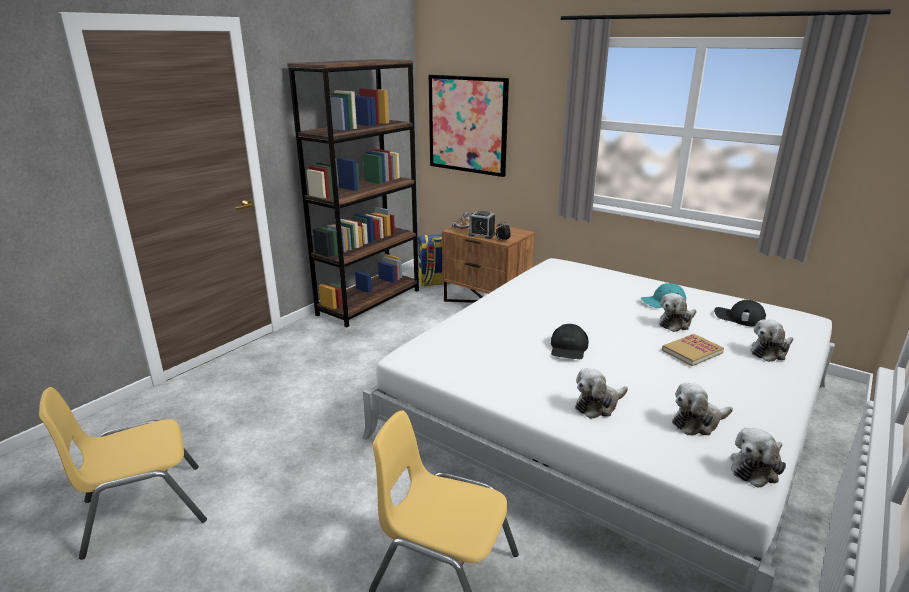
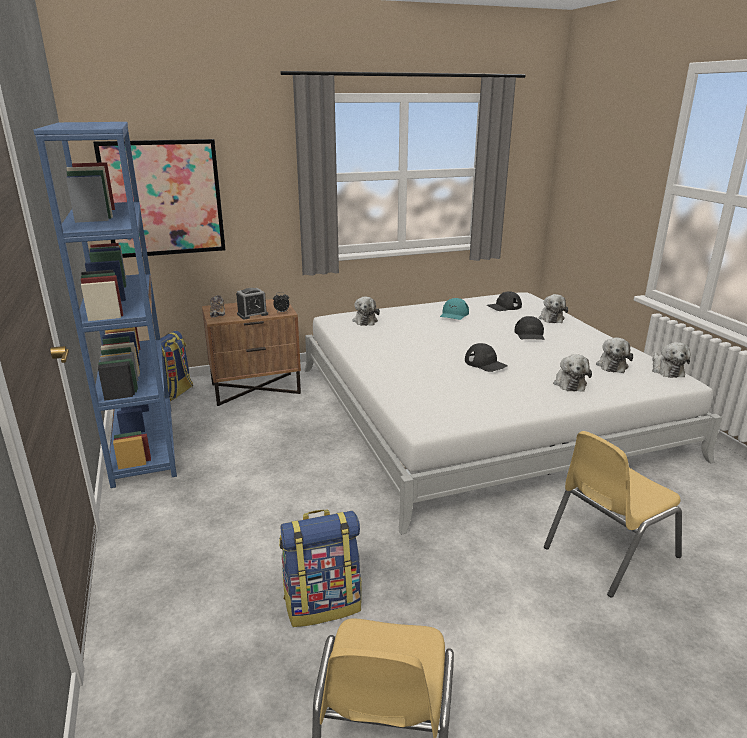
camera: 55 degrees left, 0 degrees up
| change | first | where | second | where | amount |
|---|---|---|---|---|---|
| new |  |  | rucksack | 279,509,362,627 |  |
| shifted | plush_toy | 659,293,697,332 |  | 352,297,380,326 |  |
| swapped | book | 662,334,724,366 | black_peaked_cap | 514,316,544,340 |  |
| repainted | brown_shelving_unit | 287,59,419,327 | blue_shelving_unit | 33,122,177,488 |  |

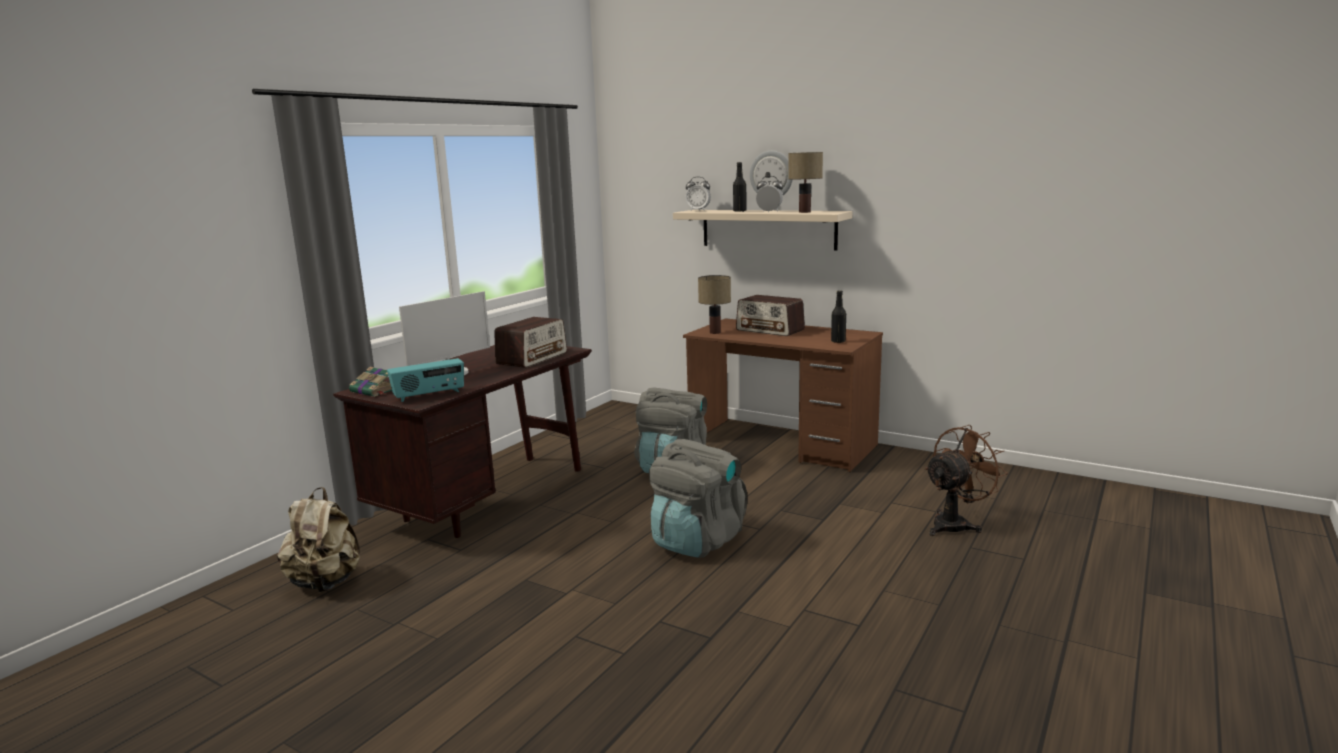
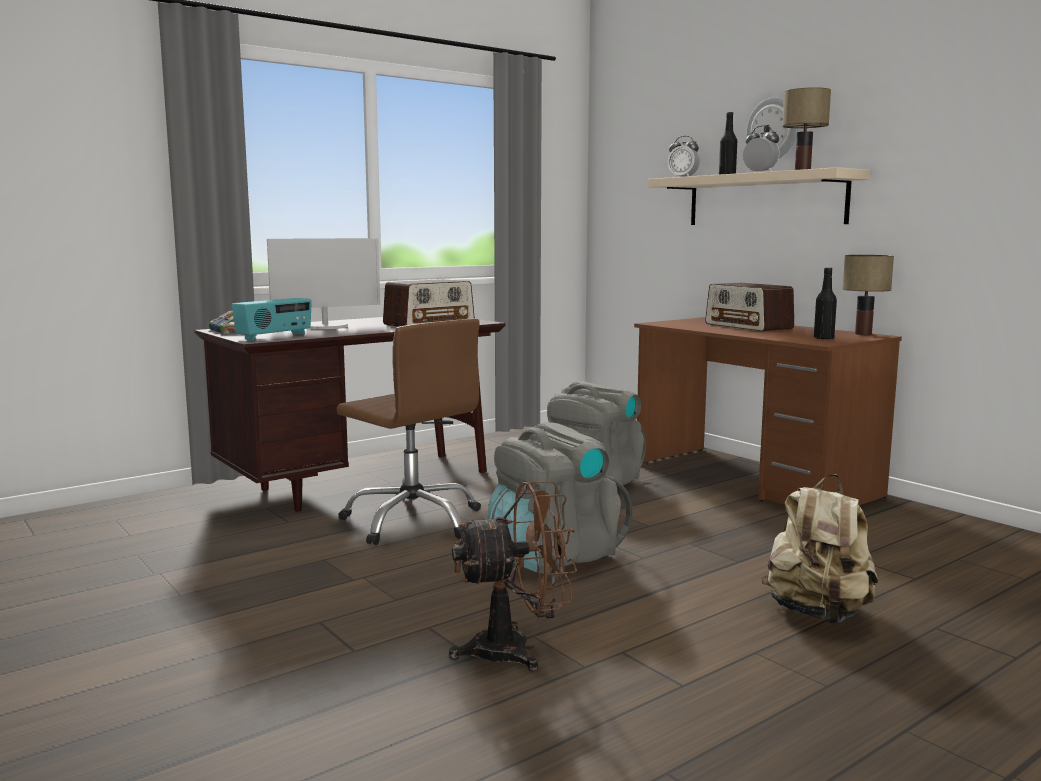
camera: 20 degrees right, 5 degrees down
| change | first | where | second | where | amount |
|---|---|---|---|---|---|
| new |  |  | brown_office_chair | 336,319,481,545 |  |
| shifted | sand-coloured_rucksack | 277,487,360,592 |  | 761,474,878,624 |  |
| shifted | table_lamp | 698,275,731,334 |  | 843,255,894,335 |  |
| shifted | brown_fan | 925,425,1008,536 |  | 449,481,577,671 |  |
| rotated | radio | 387,358,464,402 |  | 232,298,312,341 | 45 degrees counterclockwise |

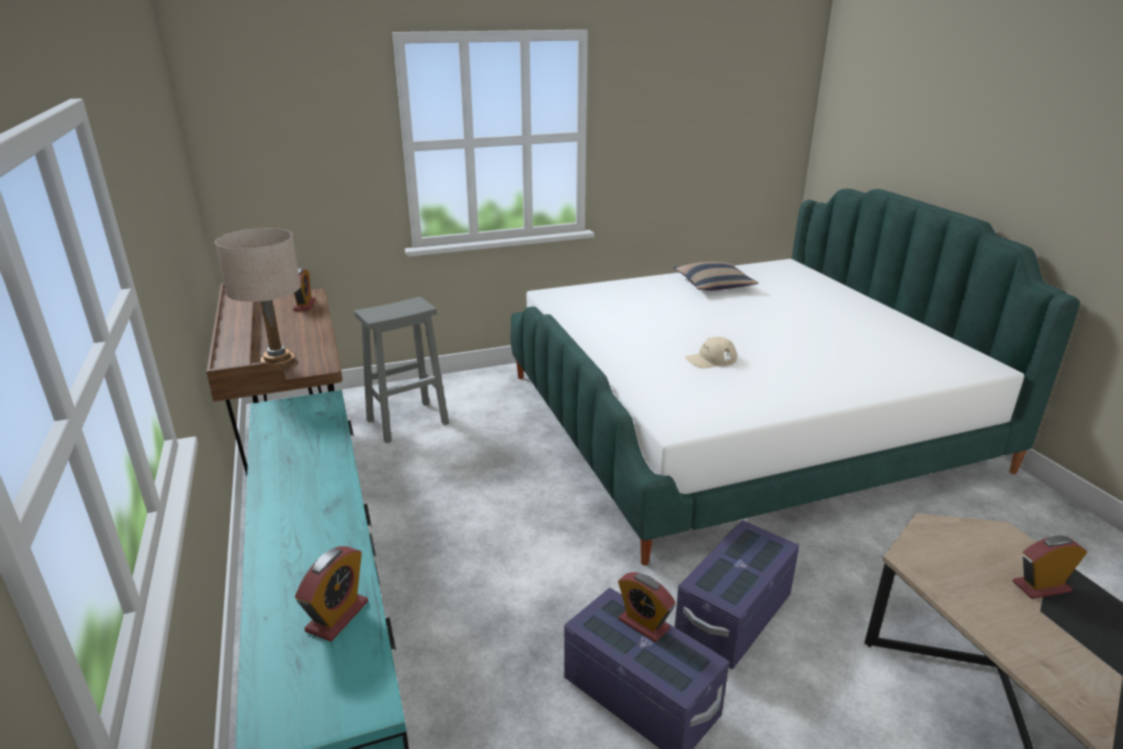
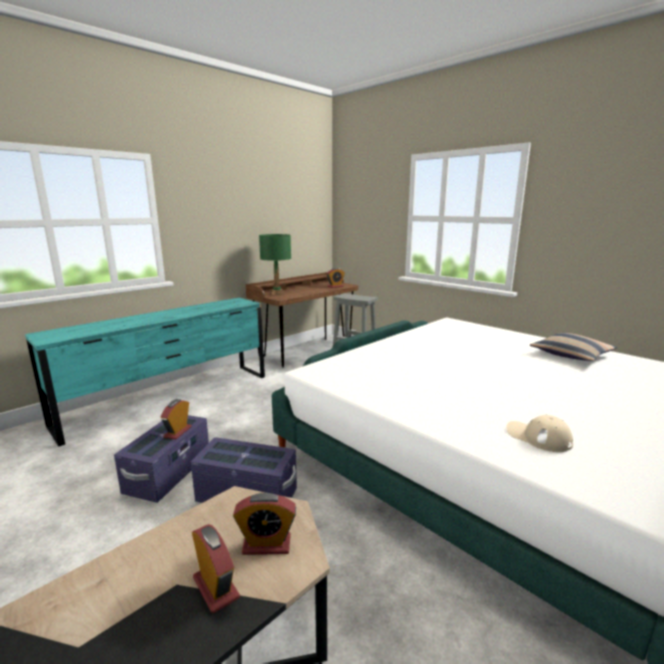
camera: 65 degrees right, 10 degrees down
| change | first | where | second | where | amount |
|---|---|---|---|---|---|
| shifted | bedside_clock | 295,546,368,641 |  | 233,493,296,555 |  |
| shifted | sand-coloured_peaked_cap | 685,337,737,368 |  | 506,415,573,452 |  |
| repainted | sand-coloured_table_lamp | 215,228,301,368 | green_table_lamp | 259,234,291,295 |  |

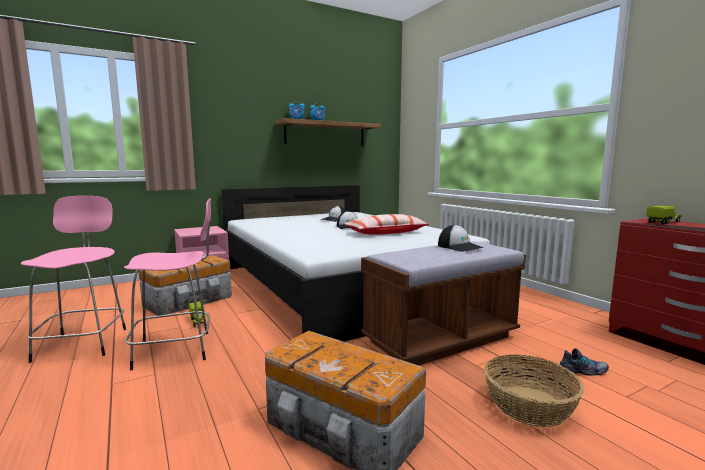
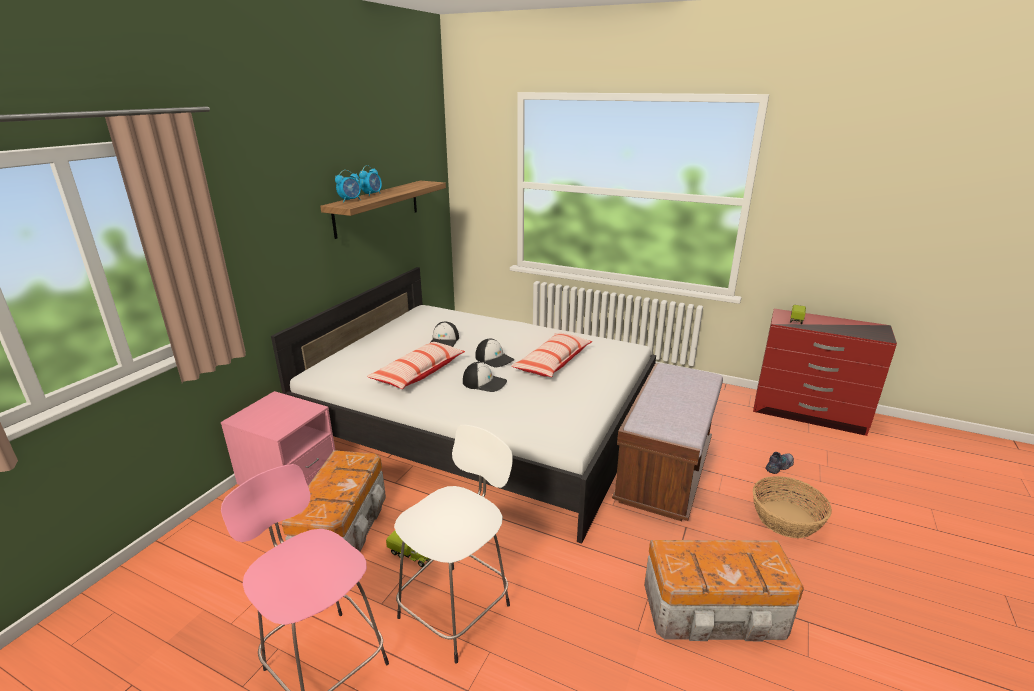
camera: 35 degrees left, 15 degrees up
| change | first | where | second | where | amount |
|---|---|---|---|---|---|
| new |  |  | throw_pillow | 367,342,465,389 |  |
| shifted | peaked_cap | 438,225,483,252 |  | 463,362,507,392 |  |
| repainted | pink-coloured_stool | 124,198,211,370 | white-coloured_stool | 394,425,513,663 |  |

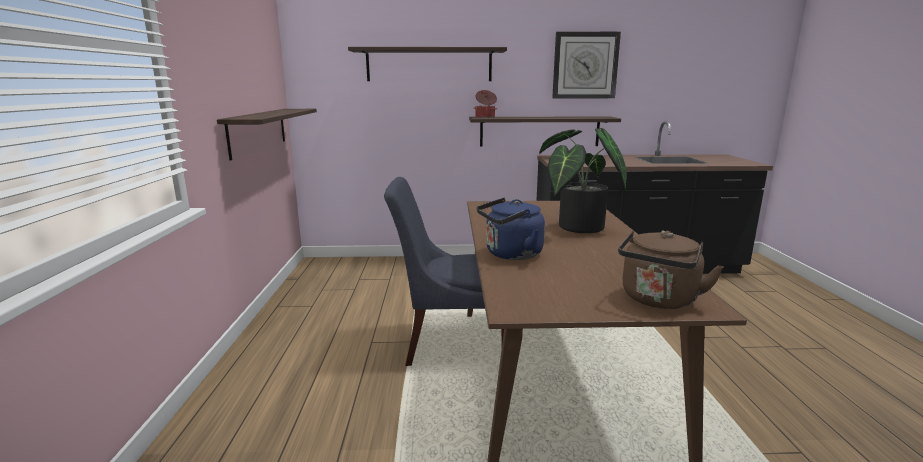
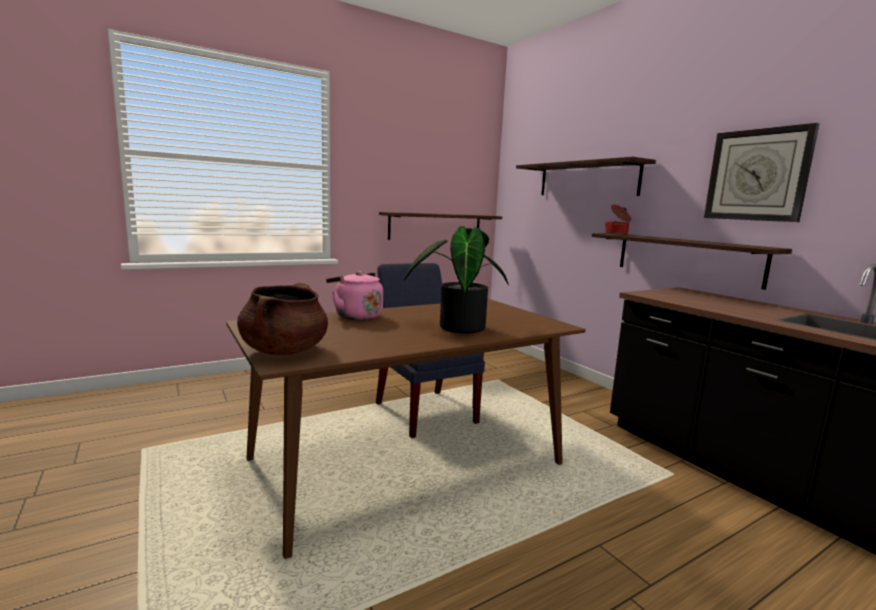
camera: 60 degrees right, 5 degrees down
| change | first | where | second | where | amount |
|---|---|---|---|---|---|
| swapped | brown_water_kettle | 618,230,724,309 | brown_stockpot | 237,283,328,355 |  |
| repainted | blue_water_kettle | 476,198,545,260 | pink-coloured_water_kettle | 326,271,383,320 |  |

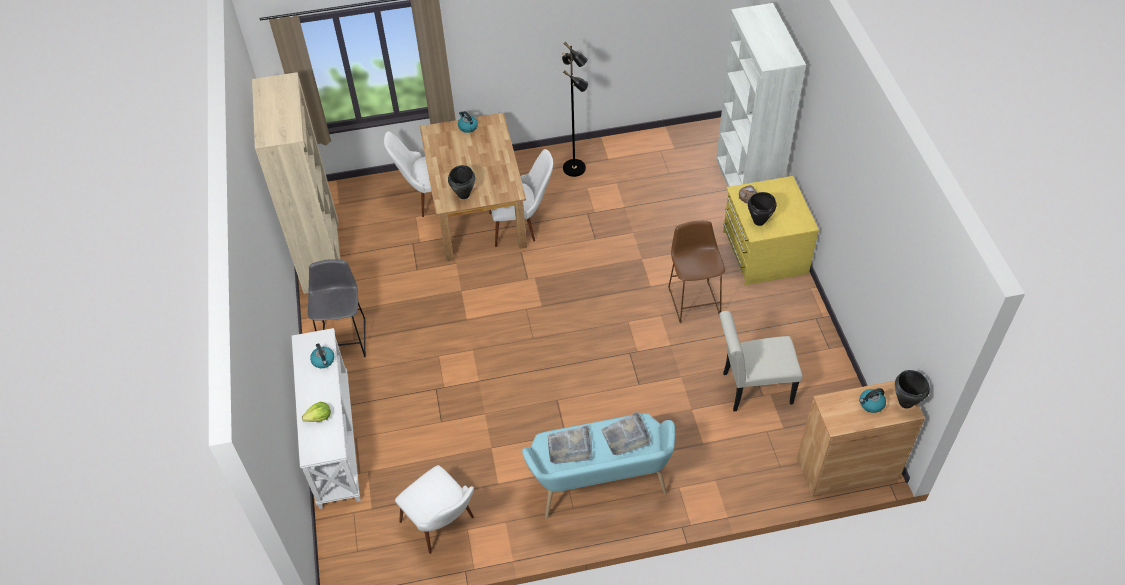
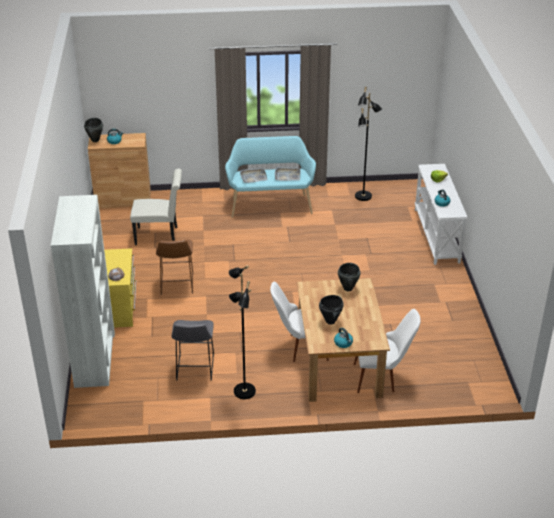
camera: 175 degrees left, 15 degrees down
| change | first | where | second | where | amount |
|---|---|---|---|---|---|
| gone | sand-coloured_shelving_unit | 252,72,341,294 |  |  |  |
| shifted | greyish_stool | 308,259,366,357 |  | 172,320,214,381 |  |
| shifted | black_stockpot | 748,192,776,226 |  | 319,295,344,325 |  |
| swapped | white-coloured_chair | 395,465,474,554 | black_floor_lamp | 355,87,382,201 |  |

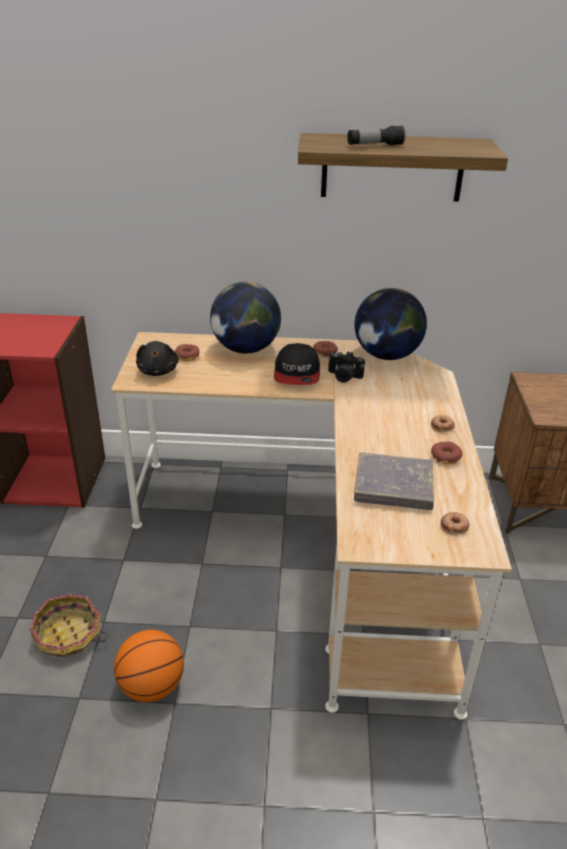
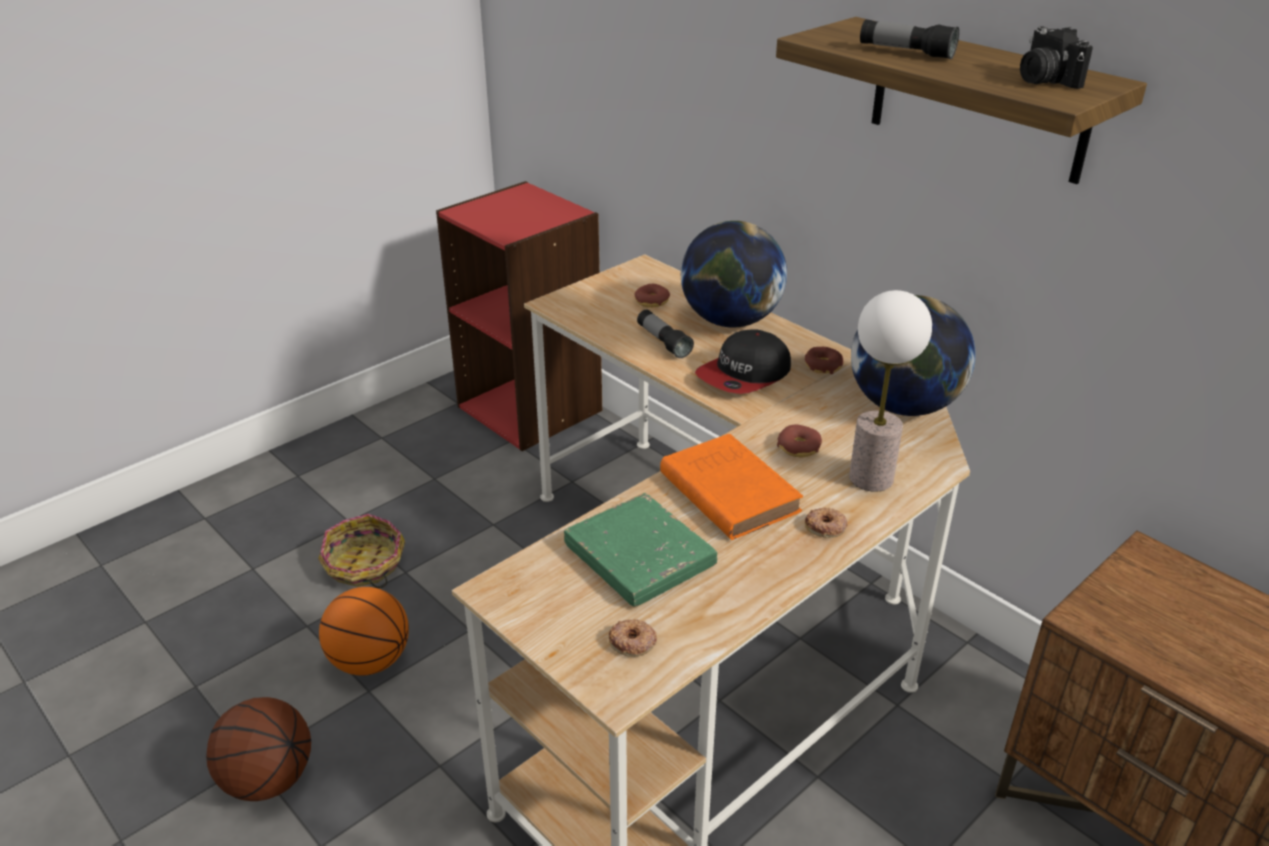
camera: 45 degrees right, 0 degrees up
| change | first | where | second | where | amount |
|---|---|---|---|---|---|
| gone | black_plush_toy | 136,341,179,376 |  |  |  |
| new |  |  | basketball_ball | 206,697,311,801 |  |
| new |  |  | hand_torch | 637,310,694,358 |  |
| new |  |  | orangey_book | 660,434,803,540 |  |
| new |  |  | table_lamp | 849,290,932,492 |  |
| shifted | photo_camera | 328,351,365,383 |  | 1020,27,1093,89 |  |
| shifted | ring_doughnut | 431,441,463,464 |  | 777,424,822,457 |  |
| repainted | greyish_book | 354,452,434,510 | green_book | 564,493,717,607 |  |

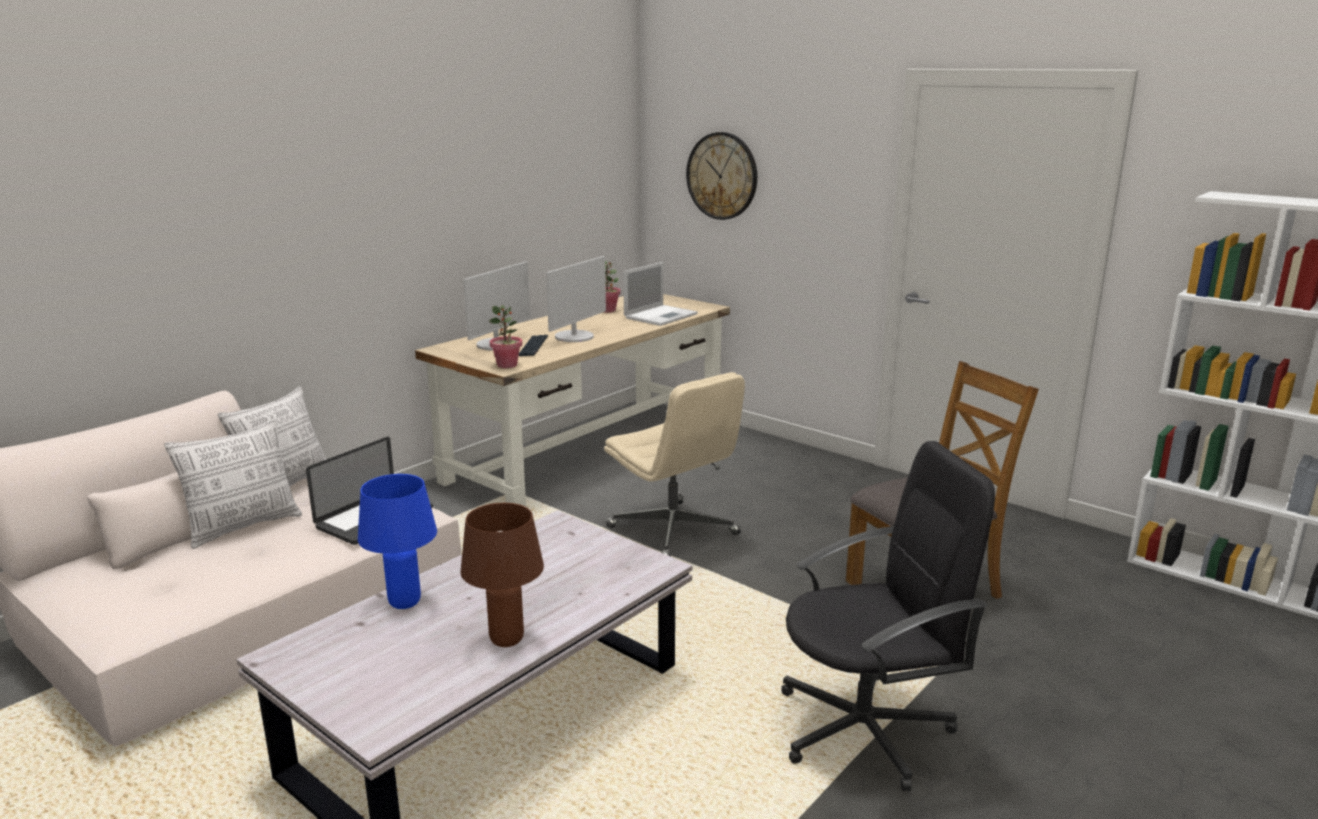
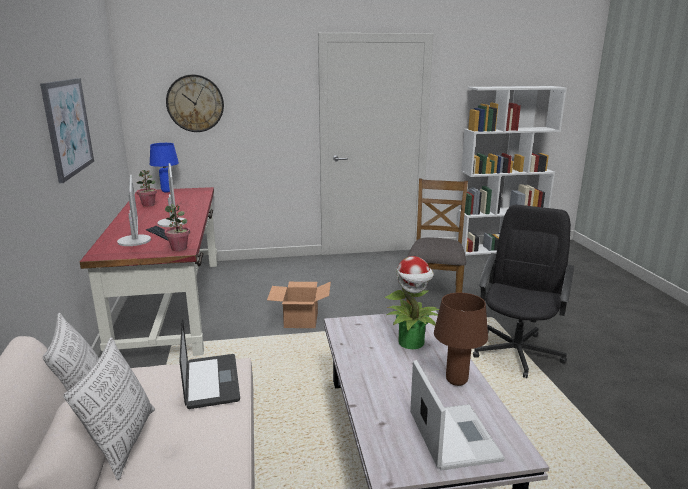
camera: 50 degrees left, 0 degrees up
| change | first | where | second | where | amount |
|---|---|---|---|---|---|
| new |  |  | wall_art | 40,78,94,183 |  |
| new |  |  | houseplant | 385,256,439,349 |  |
| shifted | blue_table_lamp | 358,474,437,609 |  | 150,143,179,192 |  |
| shifted | laptop | 623,262,698,326 |  | 410,360,505,470 |  |
| swapped | sand-coloured_office_chair | 604,372,745,557 | carton | 267,282,331,328 |  |
| repainted | sand-coloured_desk_table | 415,294,730,507 | red_desk_table | 80,187,217,356 |  |

